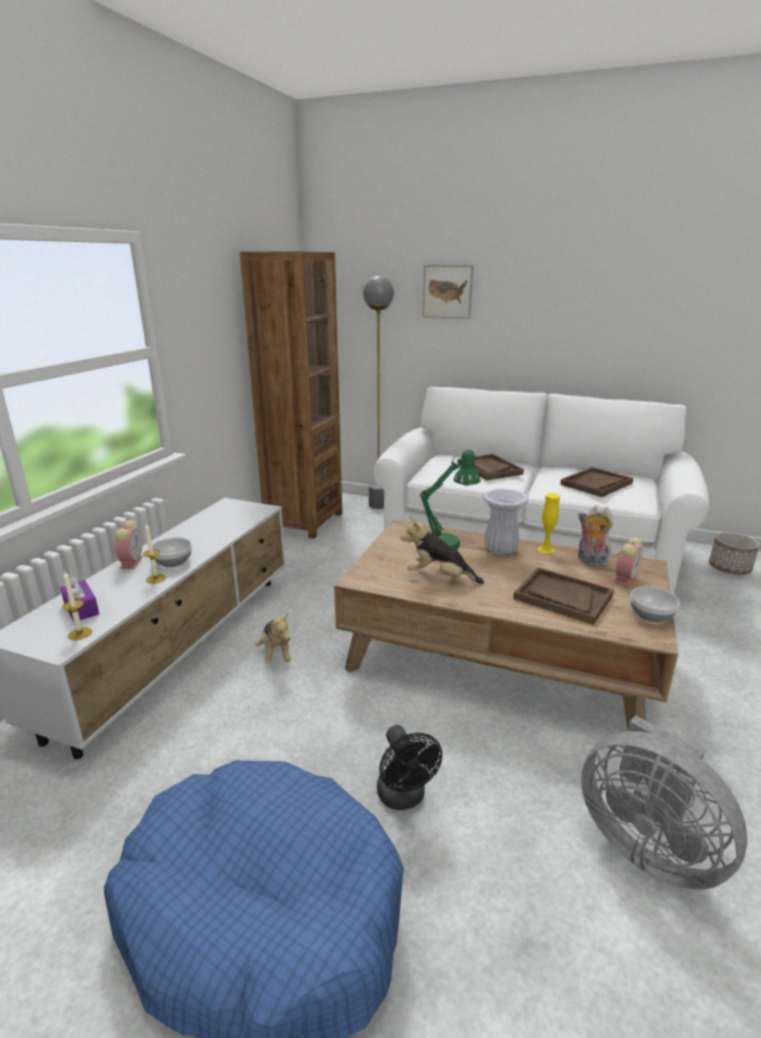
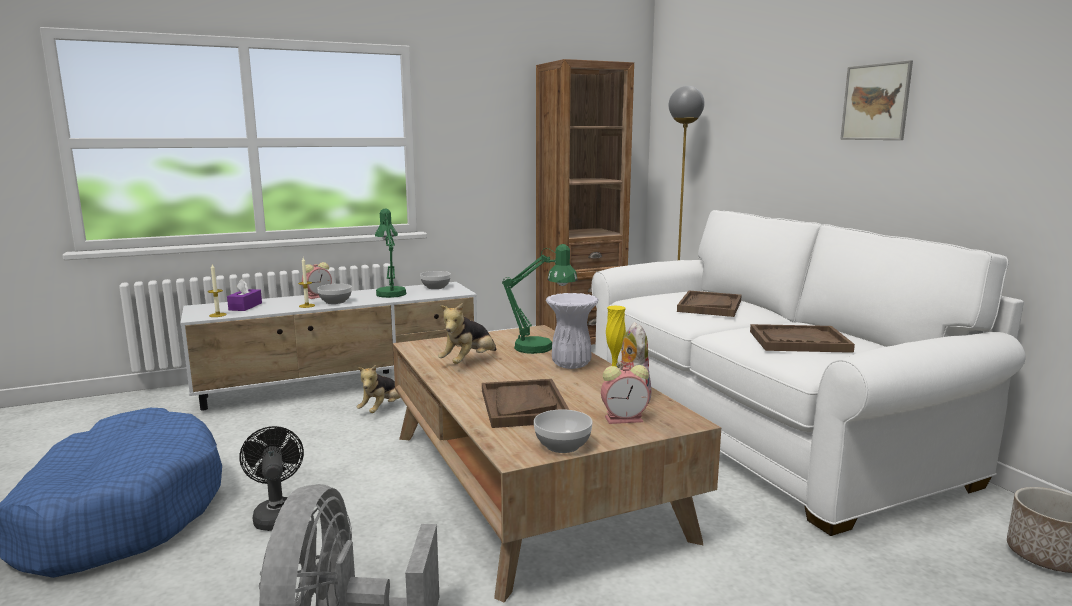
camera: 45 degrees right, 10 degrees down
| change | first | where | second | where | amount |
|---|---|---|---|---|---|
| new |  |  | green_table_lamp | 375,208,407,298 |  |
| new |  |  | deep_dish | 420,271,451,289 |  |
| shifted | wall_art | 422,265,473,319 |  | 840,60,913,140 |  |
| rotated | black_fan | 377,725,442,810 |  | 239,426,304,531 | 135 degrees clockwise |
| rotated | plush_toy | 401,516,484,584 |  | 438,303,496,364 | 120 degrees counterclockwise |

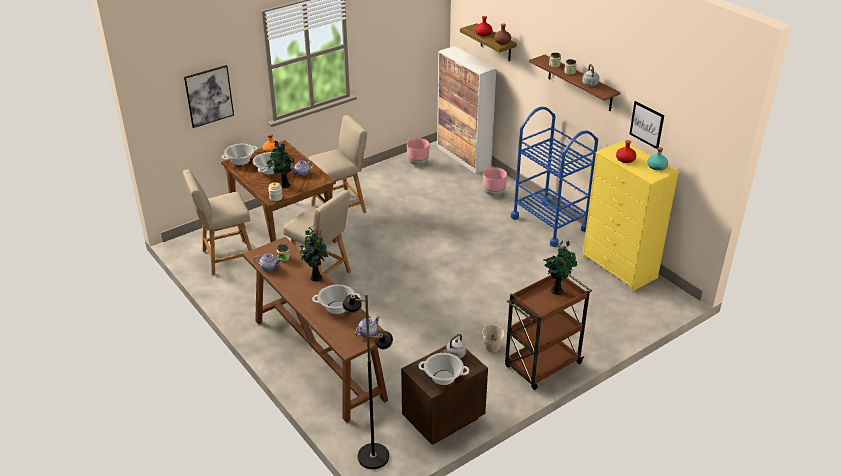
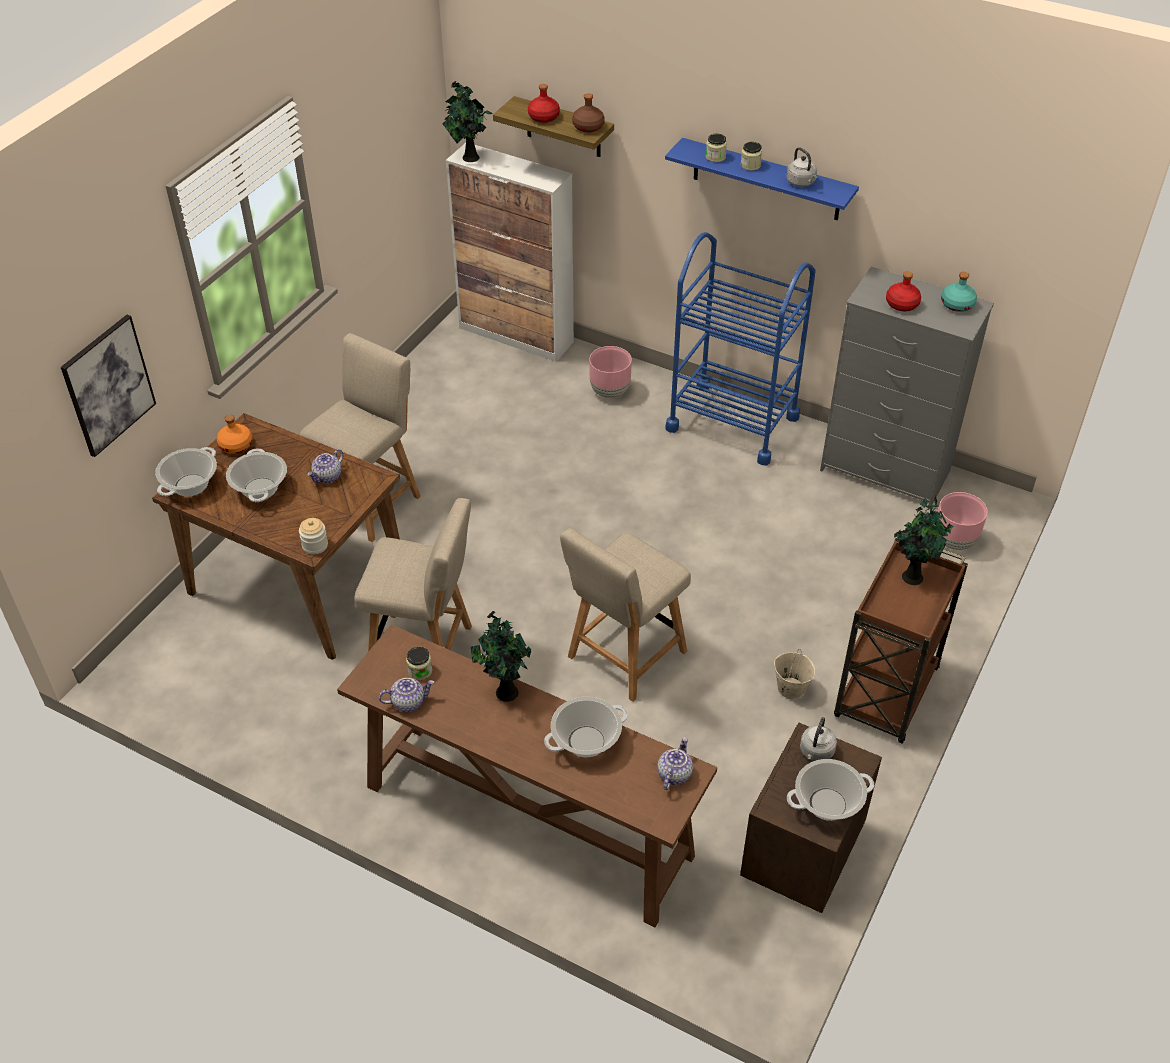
camera: 25 degrees left, 10 degrees up
| change | first | where | second | where | amount |
|---|---|---|---|---|---|
| gone | black_floor_lamp | 342,294,393,469 |  |  |  |
| gone | wall_art | 629,101,664,149 |  |  |  |
| shifted | sand-coloured_chair | 183,170,252,275 |  | 560,528,691,702 |  |
| shifted | houseplant | 267,140,294,188 |  | 443,81,493,162 |  |
| shifted | pink-coloured_flower_pot | 407,138,429,166 |  | 935,492,988,550 |  |
| repainted | brown_wall_shelf | 529,55,621,111 | blue_wall_shelf | 665,138,859,220 |  |
| repainted | yellow_dresser | 582,141,679,292 | greyish_dresser | 820,267,994,509 |  |

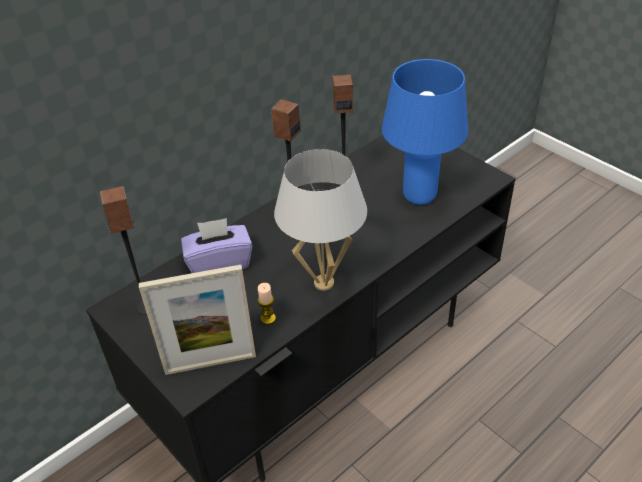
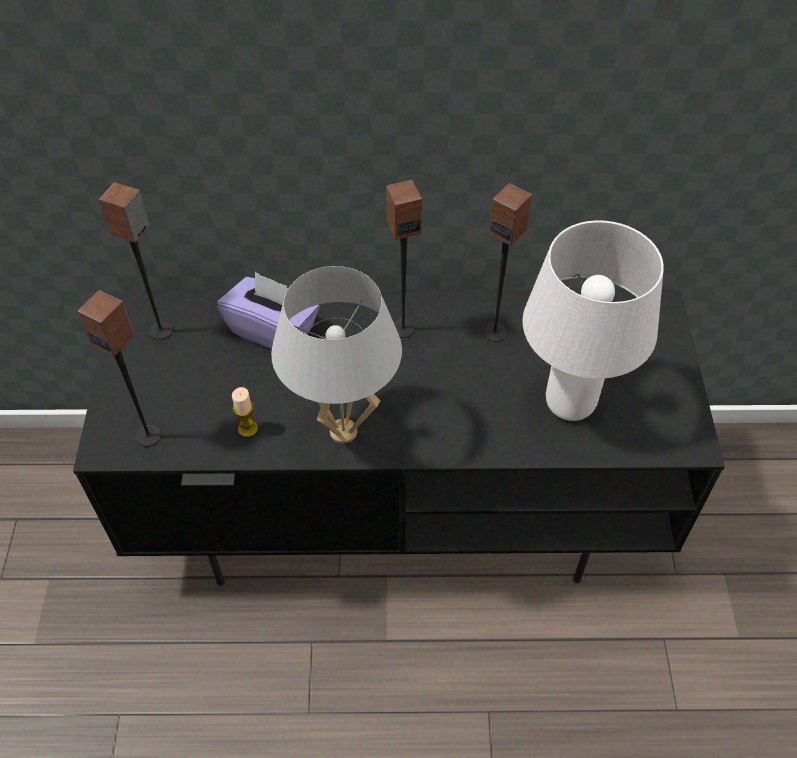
camera: 40 degrees right, 10 degrees up
| change | first | where | second | where | amount |
|---|---|---|---|---|---|
| swapped | picture_frame | 139,265,256,375 | loudspeaker | 77,290,162,447 |  |
| repainted | blue_table_lamp | 382,59,468,205 | white-coloured_table_lamp | 522,220,664,421 |  |

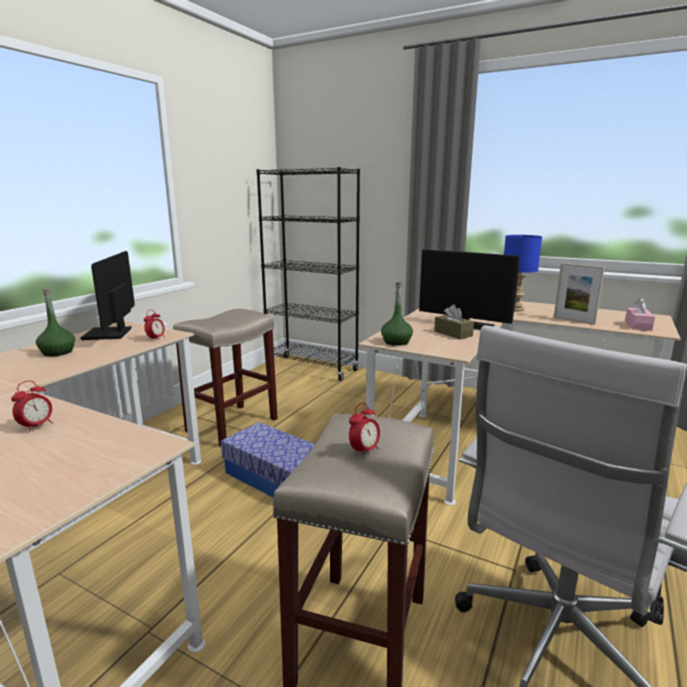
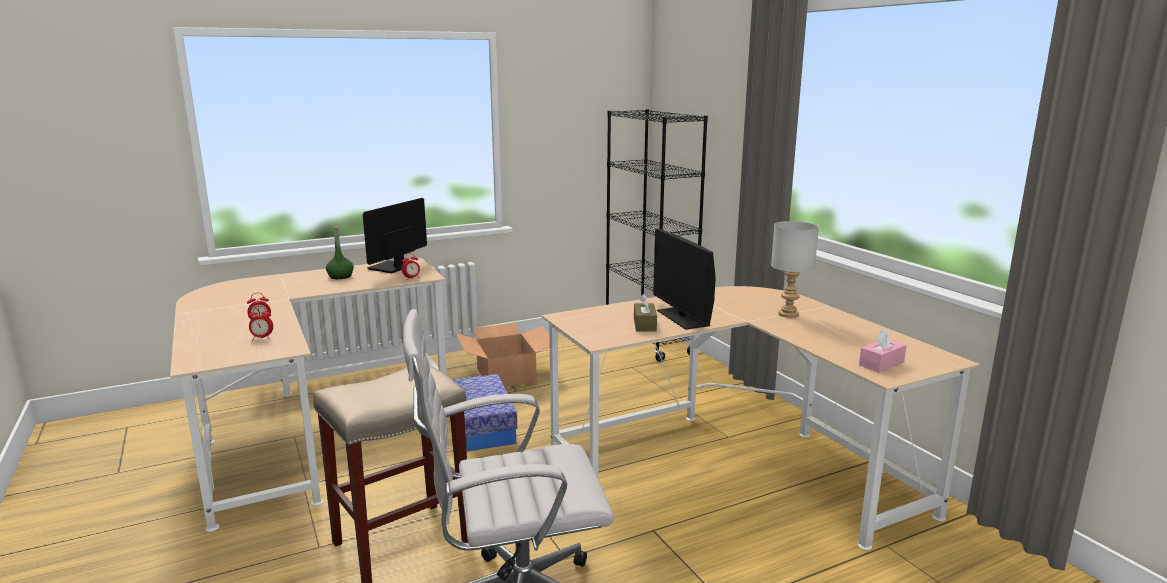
camera: 35 degrees right, 0 degrees up
| change | first | where | second | where | amount |
|---|---|---|---|---|---|
| gone | green_beverage_bottle | 381,282,413,346 |  |  |  |
| gone | picture_frame | 554,263,605,325 |  |  |  |
| shifted | bedside_clock | 349,403,380,458 |  | 248,306,273,339 |  |
| swapped | sand-coloured_stool | 173,309,278,447 | carton | 455,323,550,387 |  |
| repainted | blue_table_lamp | 504,235,542,312 | greyish_table_lamp | 771,221,819,318 |  |

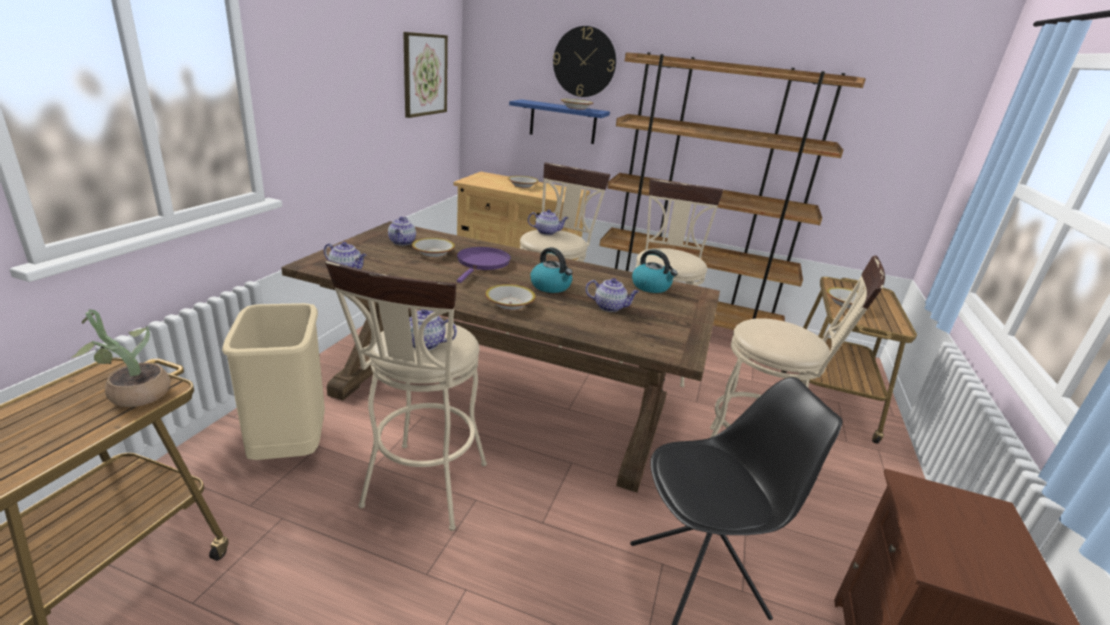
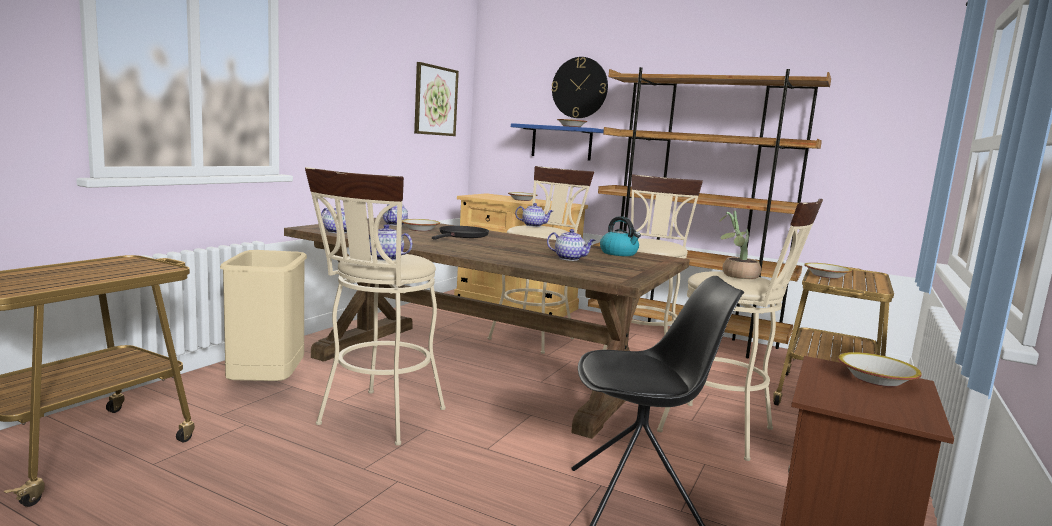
camera: 10 degrees right, 15 degrees down
| change | first | where | second | where | amount |
|---|---|---|---|---|---|
| gone | water_kettle | 530,247,573,293 |  |  |  |
| shifted | houseplant | 68,309,171,407 |  | 719,211,761,280 |  |
| shifted | deep_dish | 485,284,536,310 |  | 838,352,922,387 |  |
| repainted | purplish_skillet | 457,247,511,283 | black_skillet | 432,226,489,240 |  |

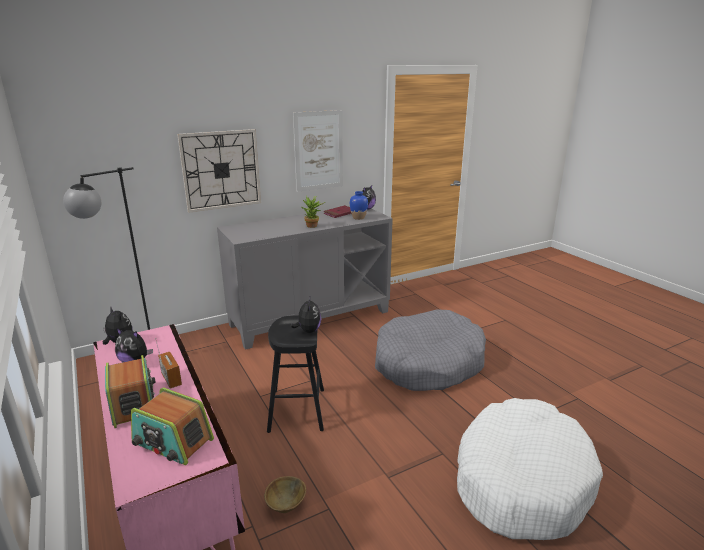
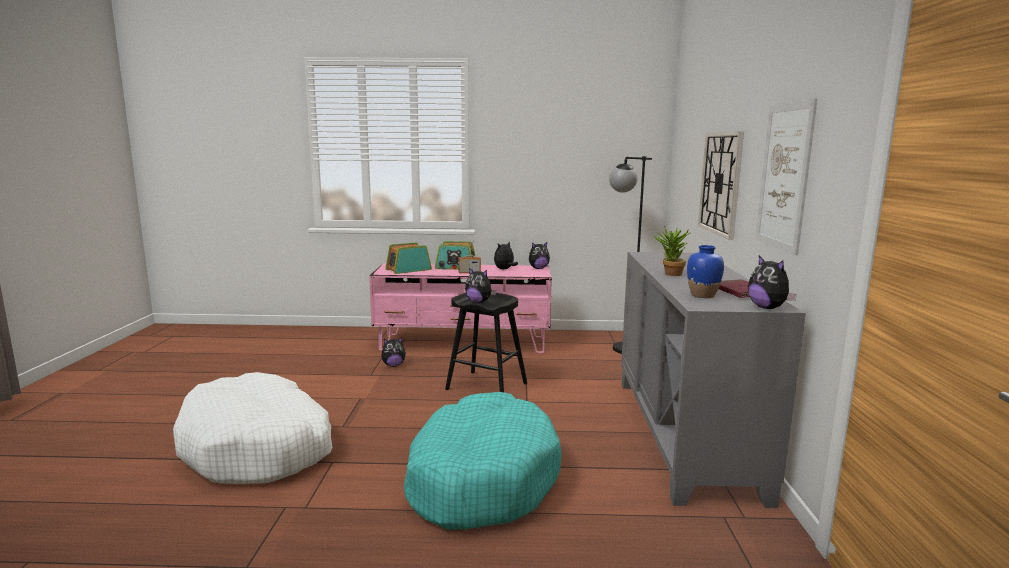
camera: 120 degrees right, 10 degrees down
| change | first | where | second | where | amount |
|---|---|---|---|---|---|
| swapped | brown_deep_dish | 264,476,306,513 | plush_toy | 381,337,406,367 |  |
| repainted | greyish_pet_bed | 375,309,486,391 | turquoise-coloured_pet_bed | 404,392,562,530 |  |

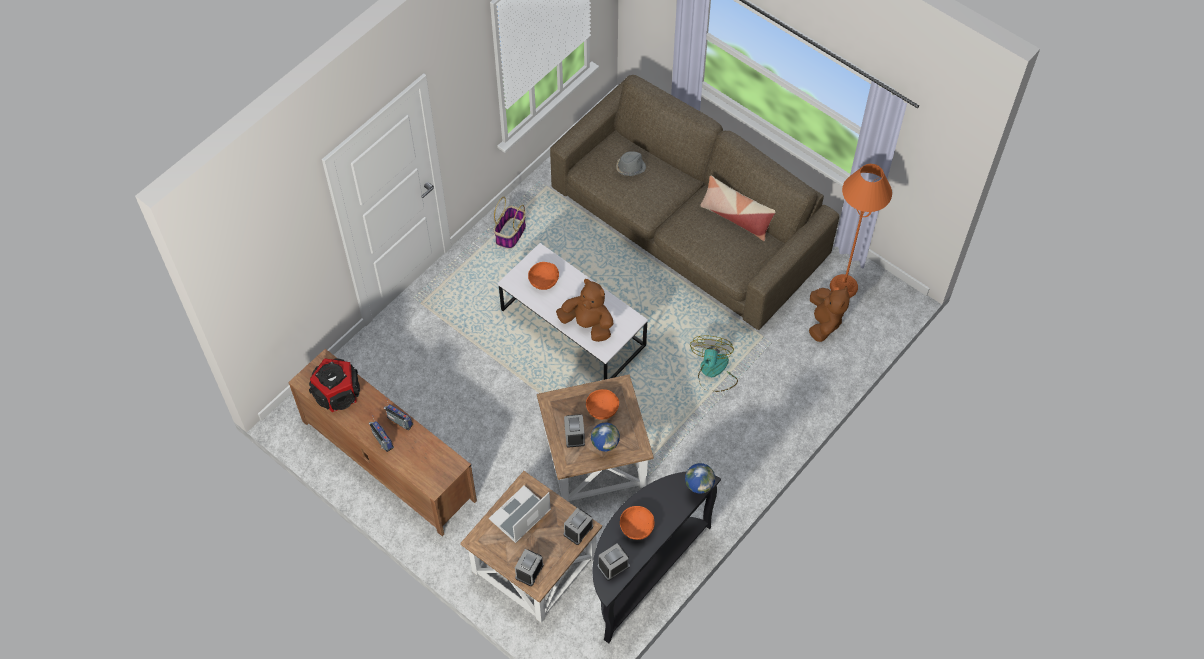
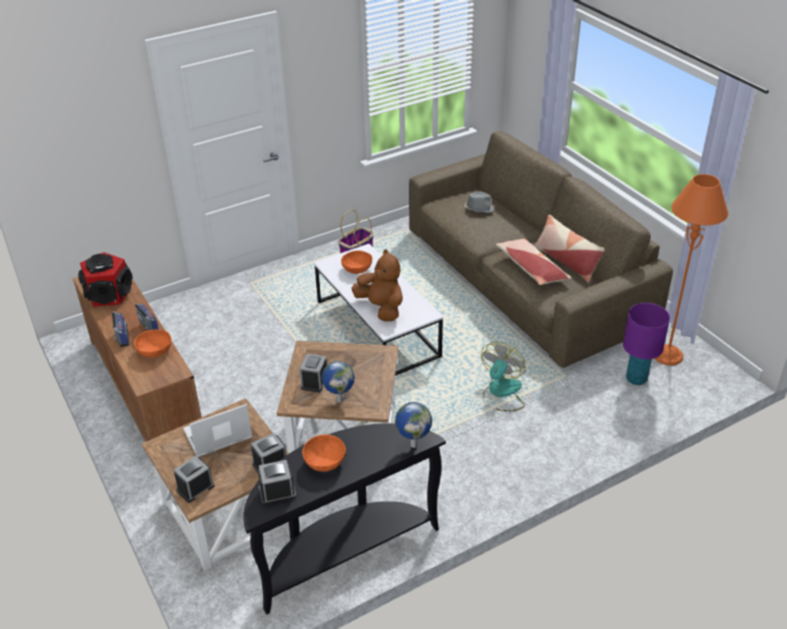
camera: 20 degrees right, 20 degrees down
| change | first | where | second | where | amount |
|---|---|---|---|---|---|
| new |  |  | throw_pillow | 496,238,571,285 |  |
| shifted | orangey_deep_dish | 586,389,619,420 |  | 134,329,171,357 |  |
| swapped | brown_plush_toy | 809,286,850,342 | purplish_table_lamp | 623,303,670,385 |  |

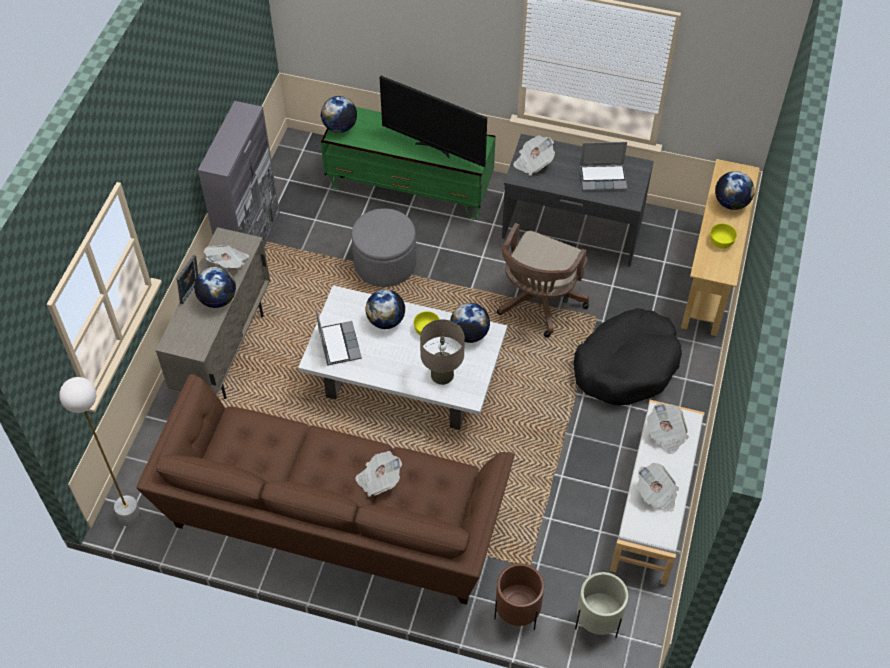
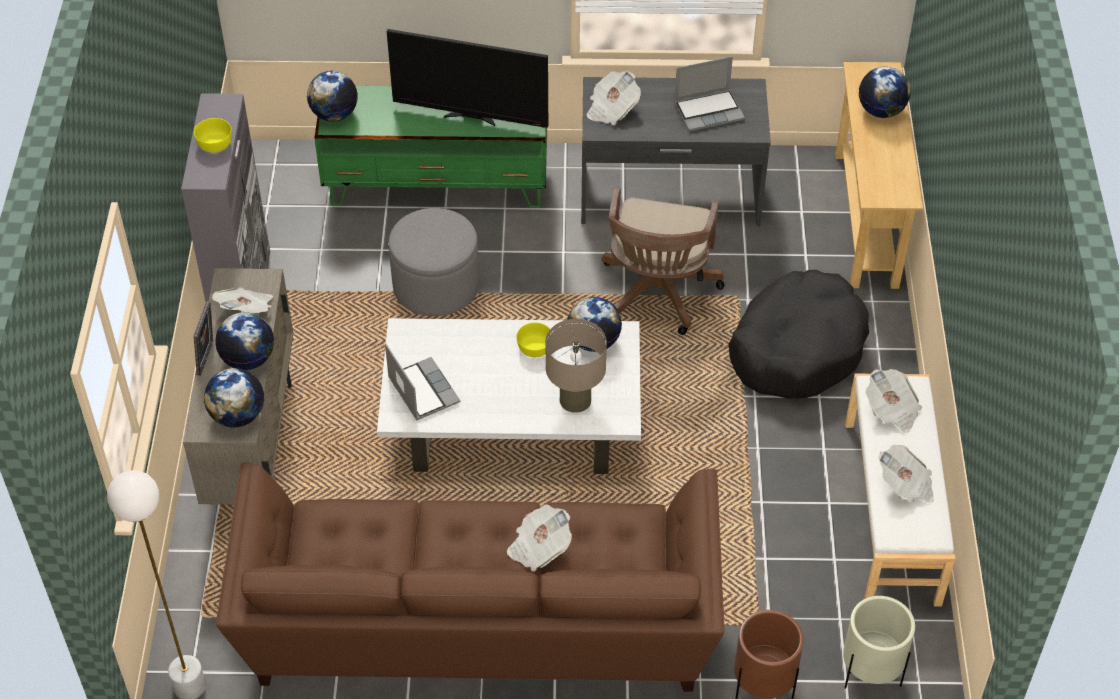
camera: 15 degrees left, 5 degrees down
| change | first | where | second | where | amount |
|---|---|---|---|---|---|
| shifted | world_globe | 366,289,405,329 |  | 204,368,264,428 |  |
| shifted | yellow_deep_dish | 710,223,737,249 |  | 194,118,232,152 |  |

